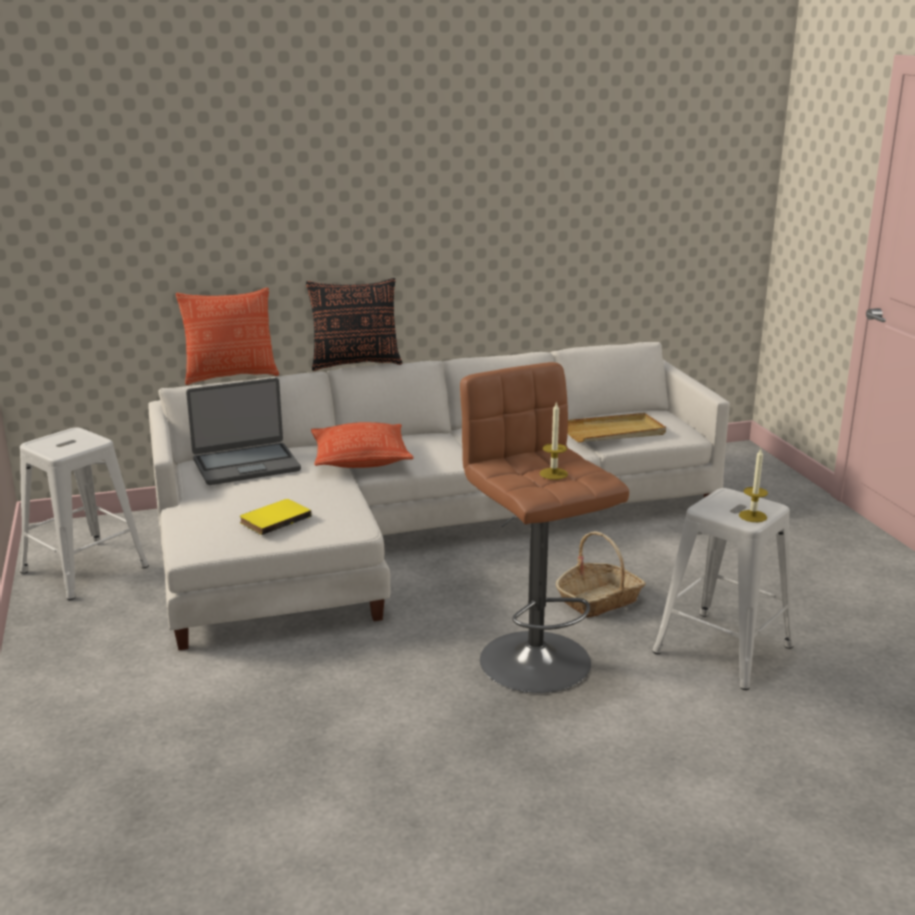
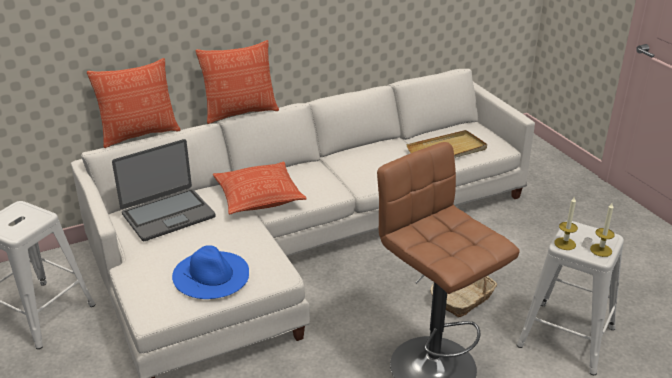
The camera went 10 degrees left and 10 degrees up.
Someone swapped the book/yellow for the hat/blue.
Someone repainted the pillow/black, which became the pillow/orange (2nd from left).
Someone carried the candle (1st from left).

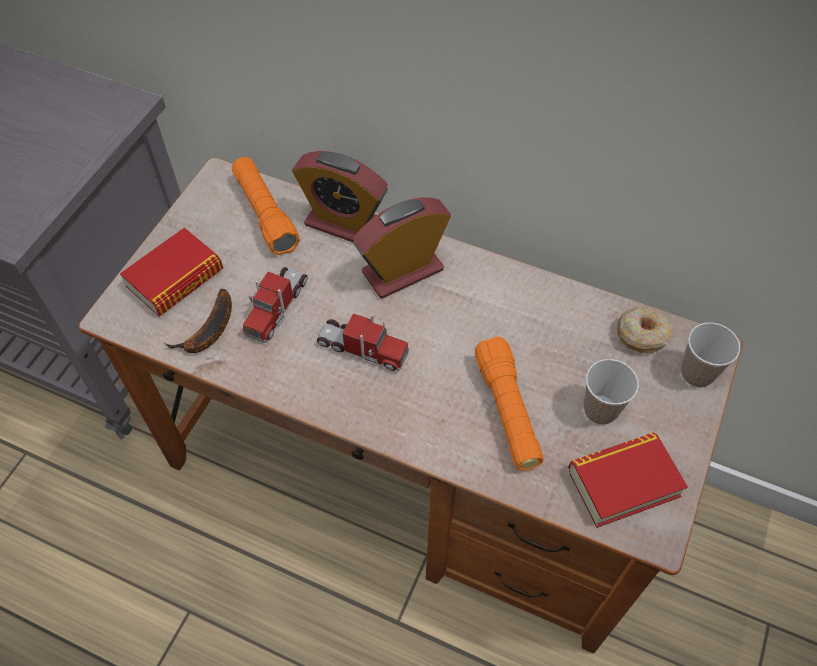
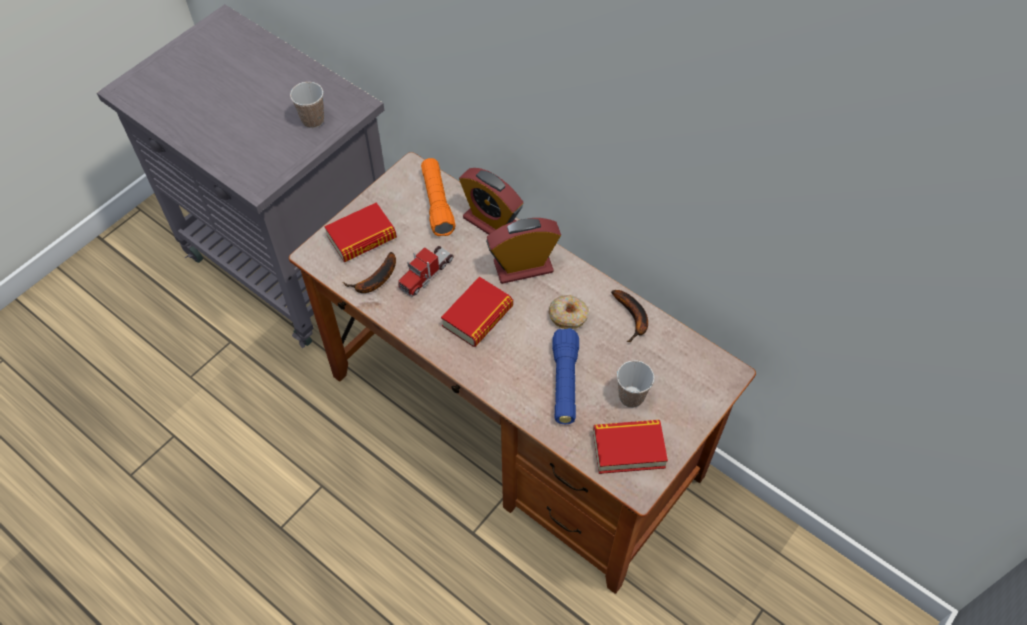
The camera went 15 degrees right and 0 degrees up.
Someone carried the cup (2nd from left in the first image).
Someone swapped the toy truck (2nd from left) for the book (2nd from left).
Someone carried the donut.
Someone repainted the flashlight/orange (2nd from left), which became the flashlight/blue.
Someone put down the banana (2nd from left).

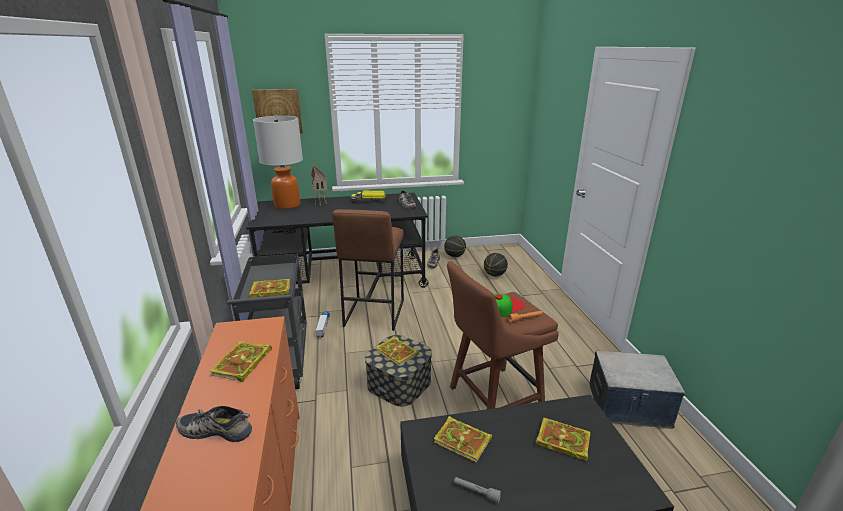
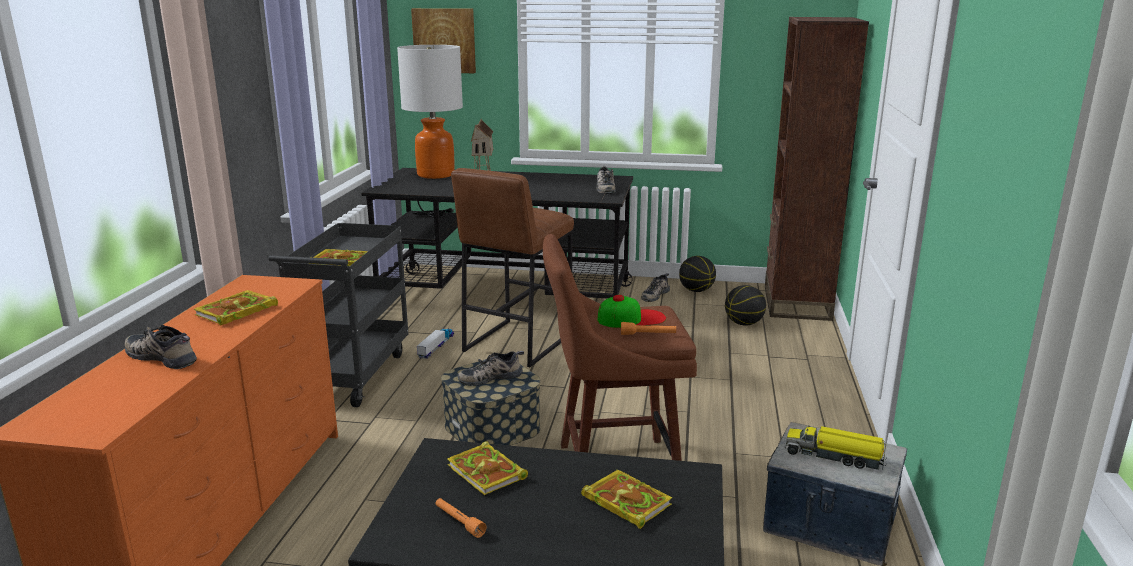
The camera went 20 degrees right and 5 degrees down.
Someone repainted the flashlight/grey, which became the flashlight/orange (1st from left).
Someone swapped the book (3rd from left) for the shoe (2nd from left).
Someone put down the bookcase/brown.
Someone carried the toy truck (2nd from left).

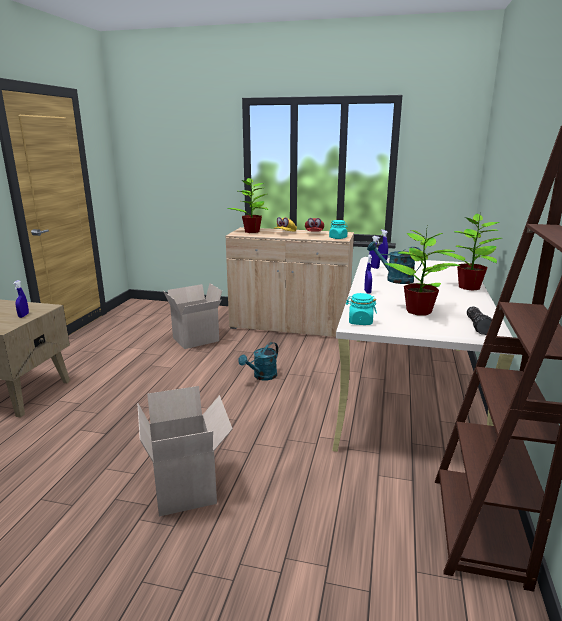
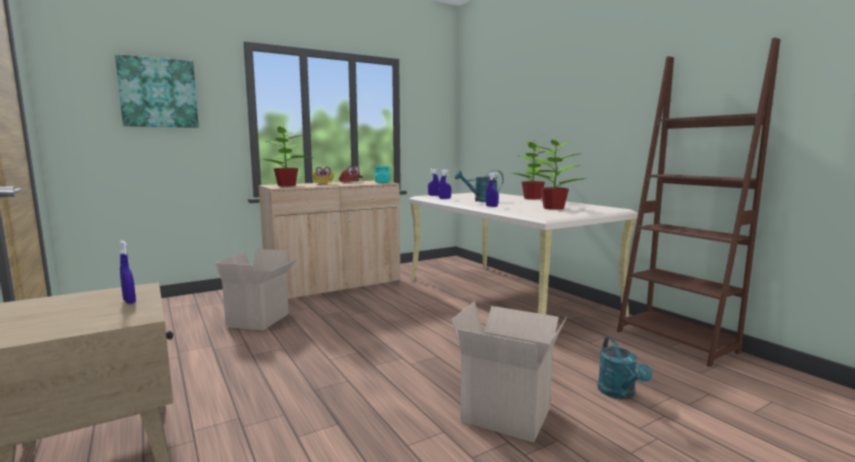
The camera went 45 degrees left and 10 degrees down.
Someone put up the picture.
Someone carried the watering can/turquoise (1st from left in the first image).
Someone took away the jar/turquoise (2nd from left).
Someone took away the flashlight.

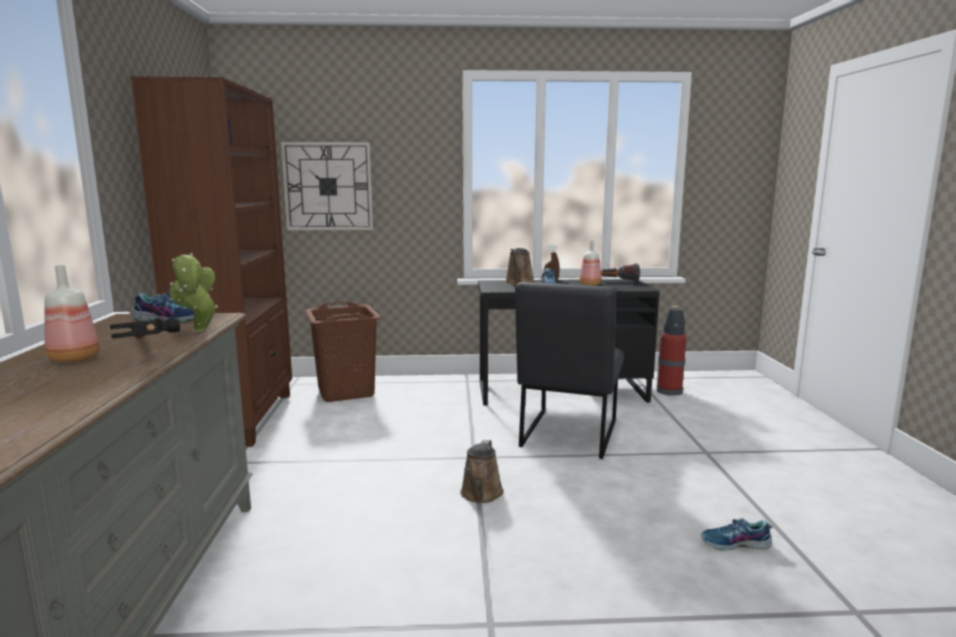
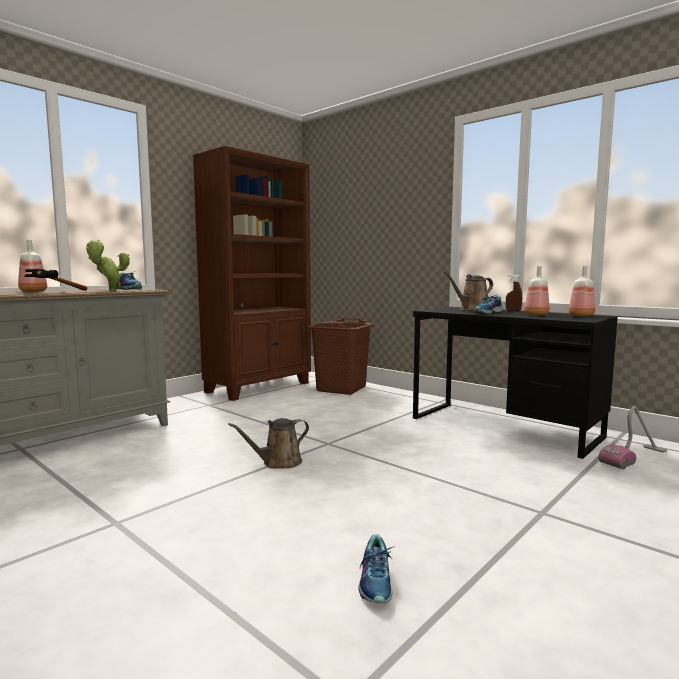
The camera went 45 degrees right and 5 degrees down.
Someone rotated the shoe (3rd from left in the first image) by 135 degrees counterclockwise.
Someone swapped the flashlight for the bottle (3rd from left).
Someone swapped the fire extinguisher for the vacuum cleaner.
Someone took away the wall clock.
Someone took away the chair/grey.

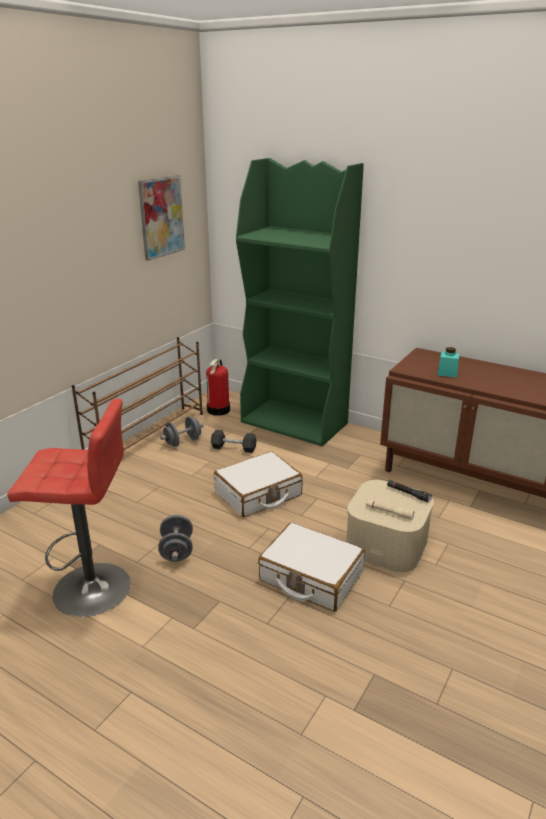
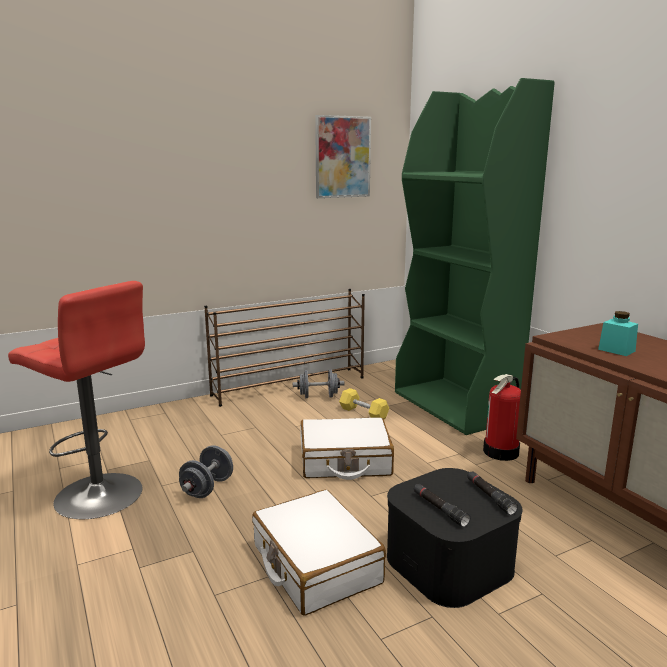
The camera went 30 degrees right and 10 degrees down.
Someone repainted the dumbbell/grey (3rd from left), which became the dumbbell/yellow.
Someone repainted the storage box/beige, which became the storage box/black.
Someone repainted the flashlight/beige, which became the flashlight/black (1st from left).
Someone carried the fire extinguisher.

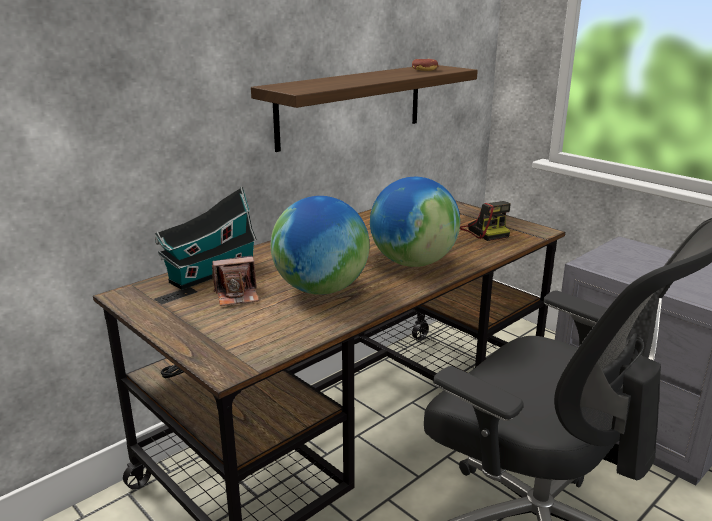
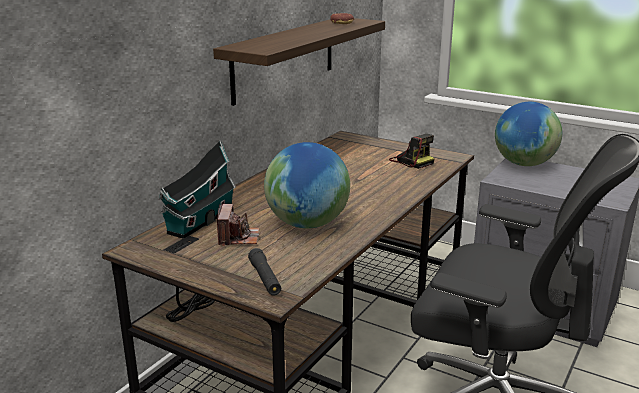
The camera went 15 degrees left and 0 degrees up.
Someone rotated the photo camera (1st from left) by 60 degrees counterclockwise.
Someone put down the flashlight/black.
Someone carried the globe (2nd from left).

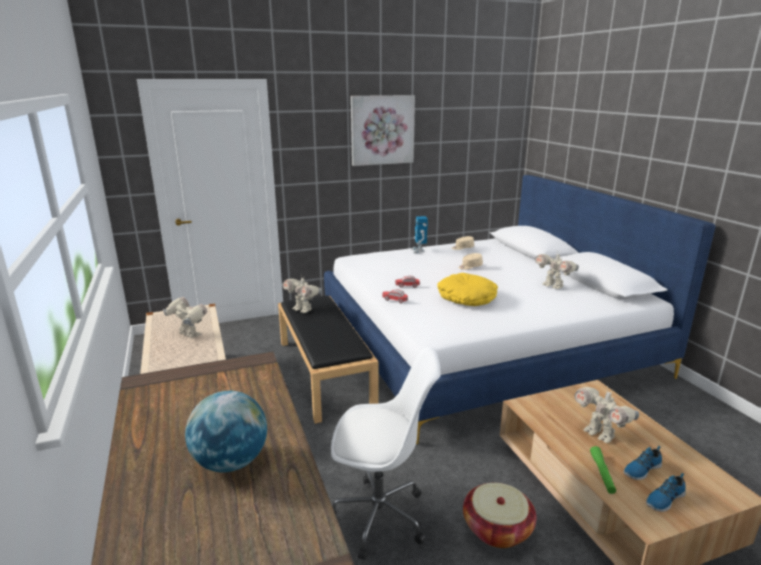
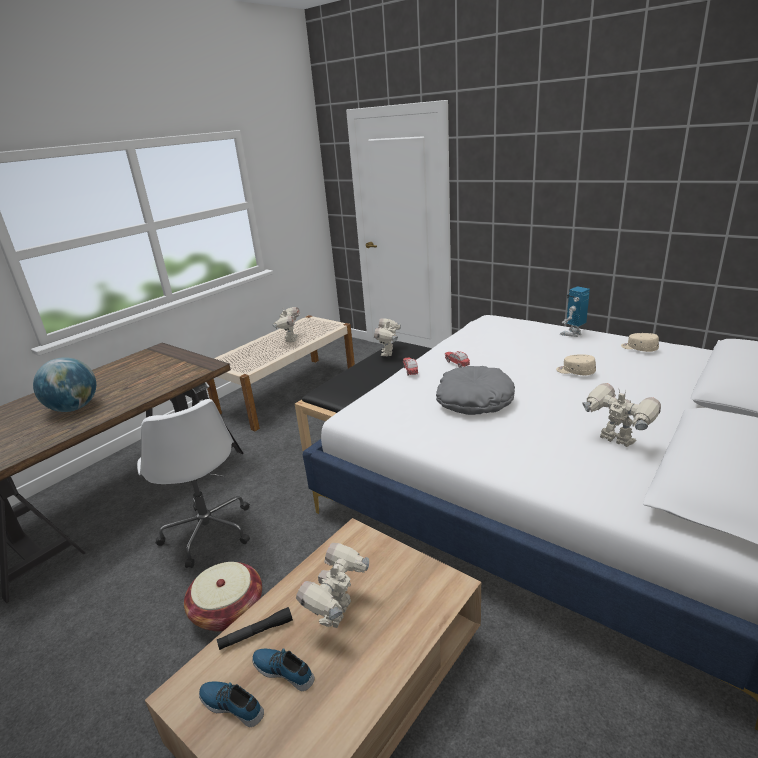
The camera went 60 degrees right and 5 degrees up.
Someone repainted the flashlight/green, which became the flashlight/black.
Someone repainted the pillow/yellow, which became the pillow/grey.
Someone rotated the toy robot (4th from left in the first image) by 120 degrees clockwise.
Someone took away the picture.

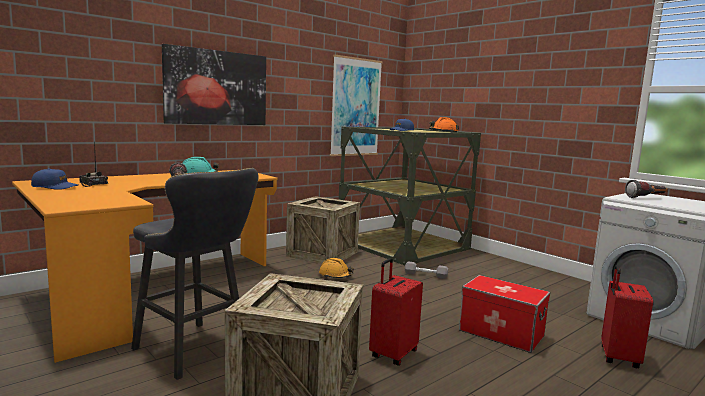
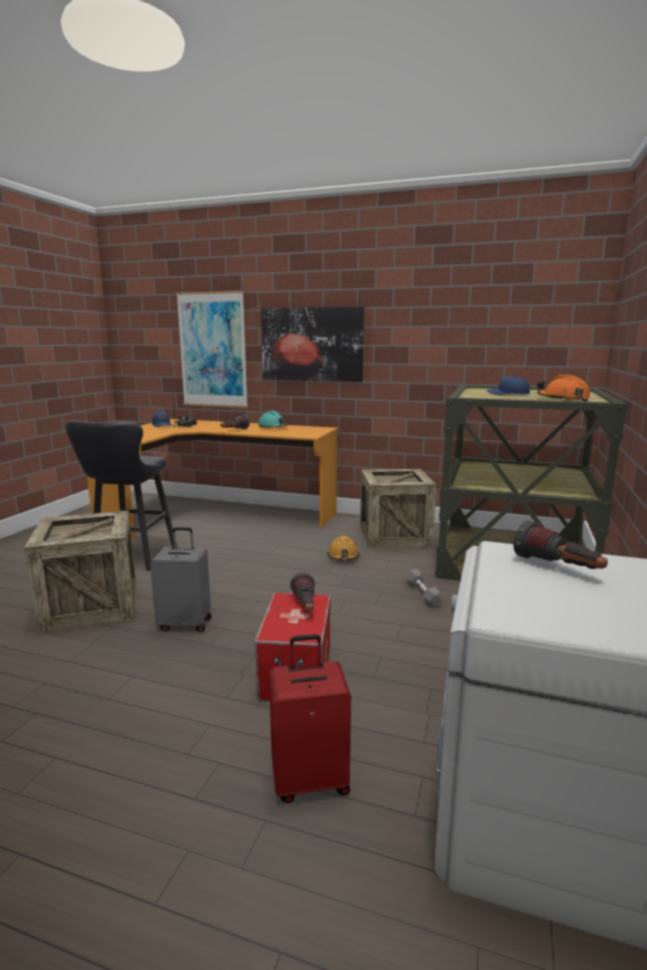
The camera went 60 degrees right and 5 degrees up.
Someone repainted the suitcase/red (1st from left), which became the suitcase/grey.
Someone carried the picture (2nd from left in the first image).
Someone put down the flashlight (2nd from left).

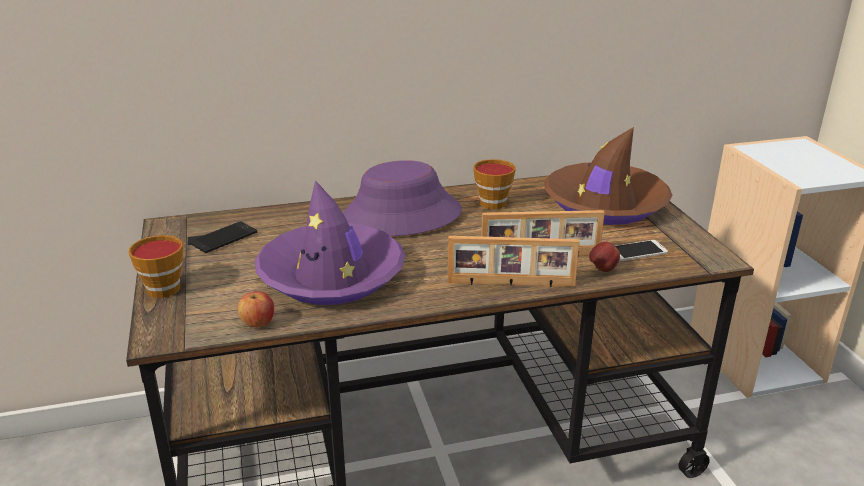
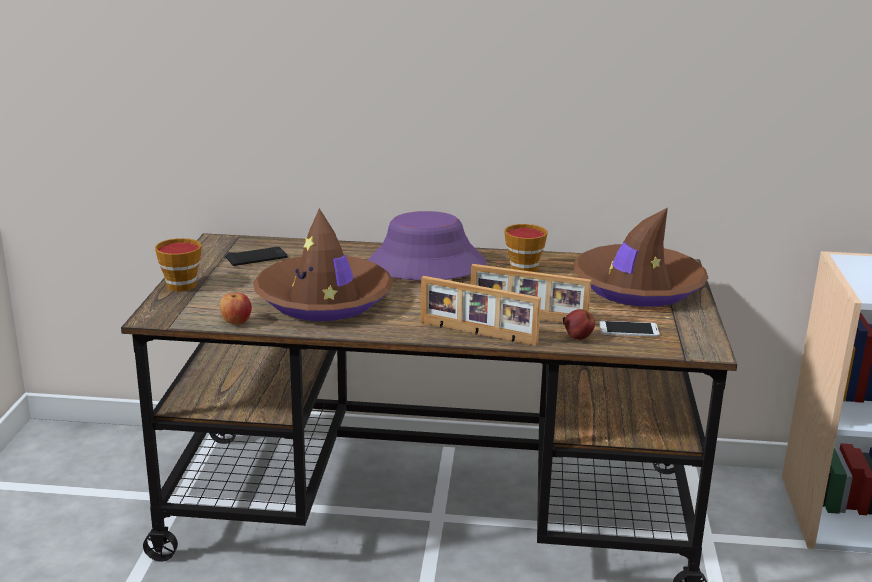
The camera went 20 degrees right and 5 degrees down.
Someone repainted the hat/purple (1st from left), which became the hat/brown (1st from left).

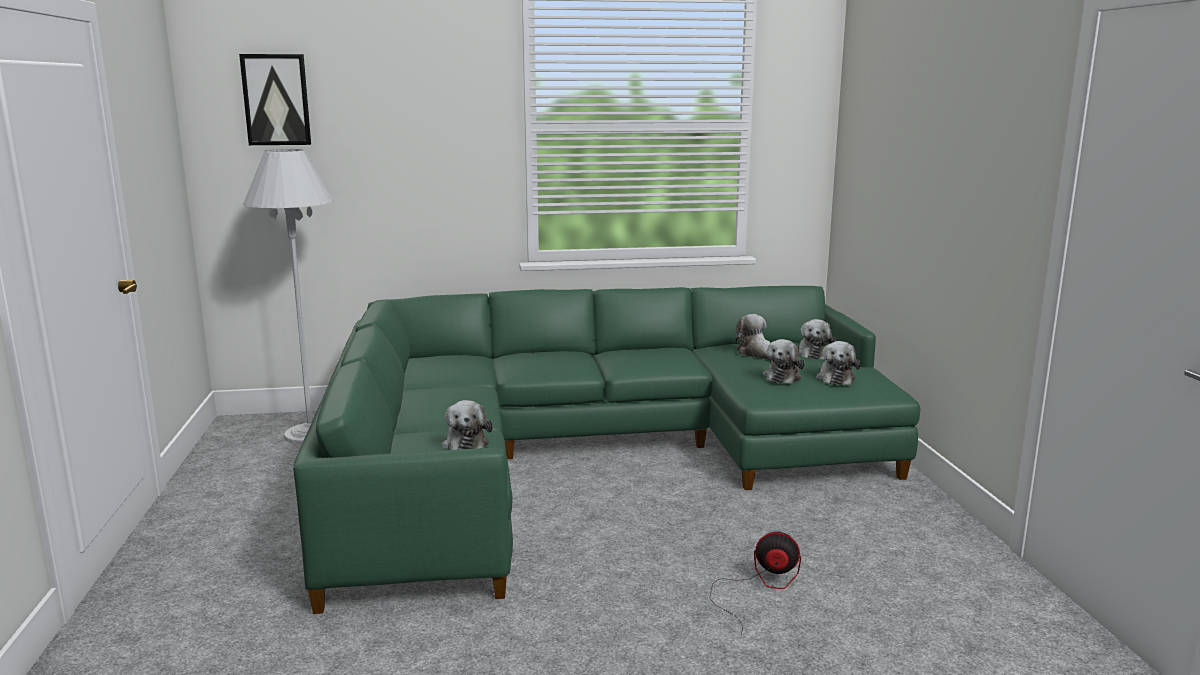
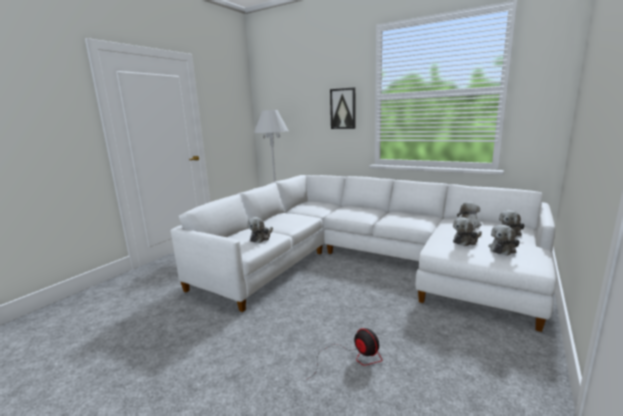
The camera went 40 degrees right and 0 degrees up.
Someone repainted the sofa/green, which became the sofa/white.
Someone carried the picture.

